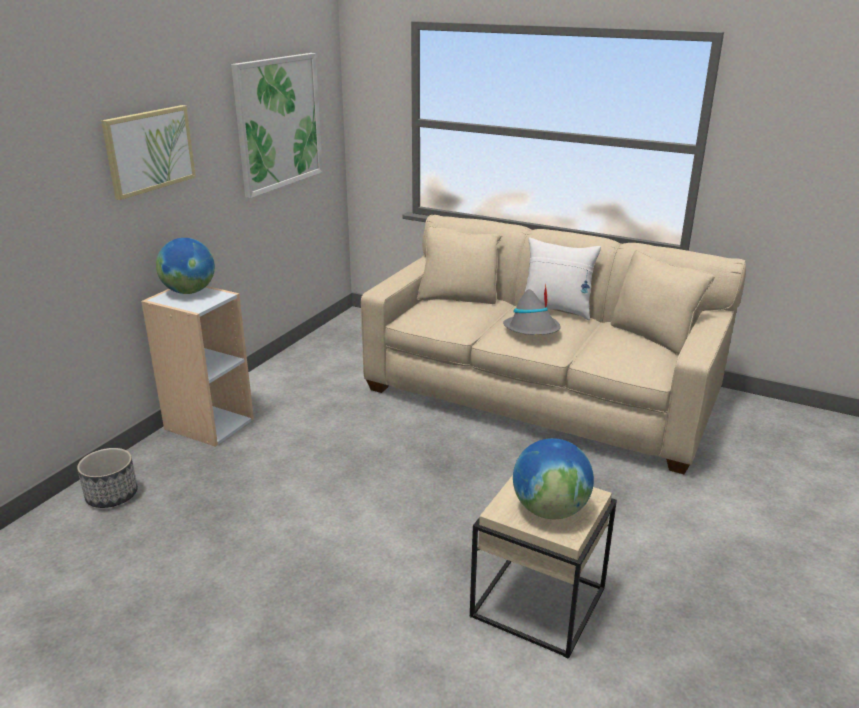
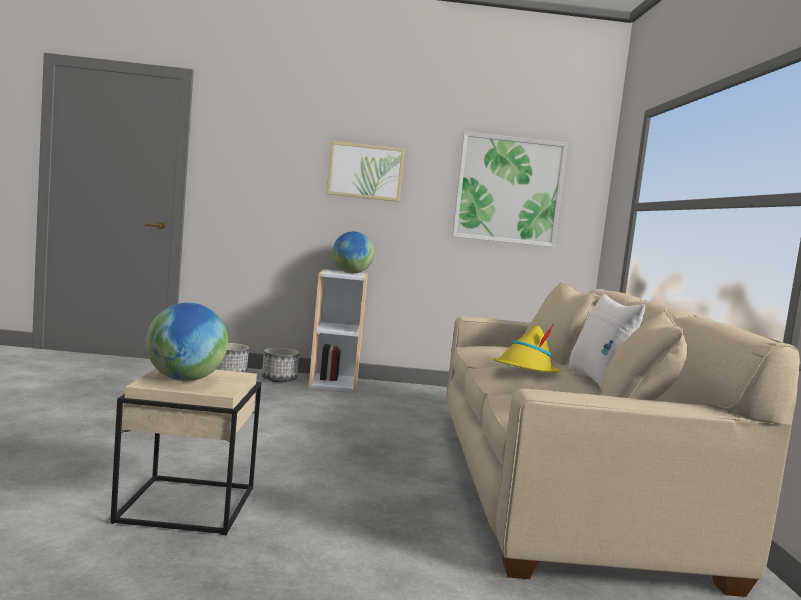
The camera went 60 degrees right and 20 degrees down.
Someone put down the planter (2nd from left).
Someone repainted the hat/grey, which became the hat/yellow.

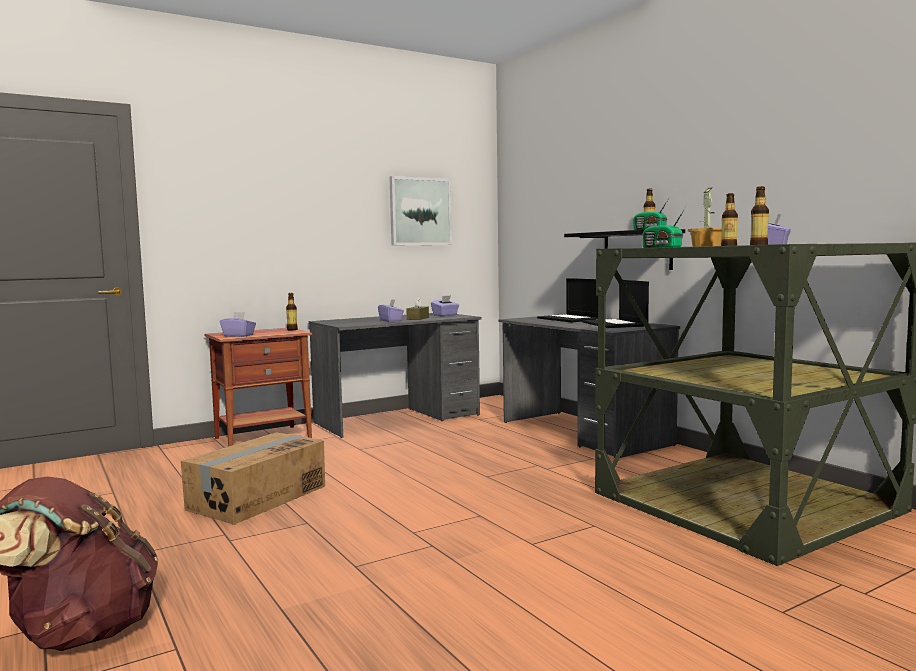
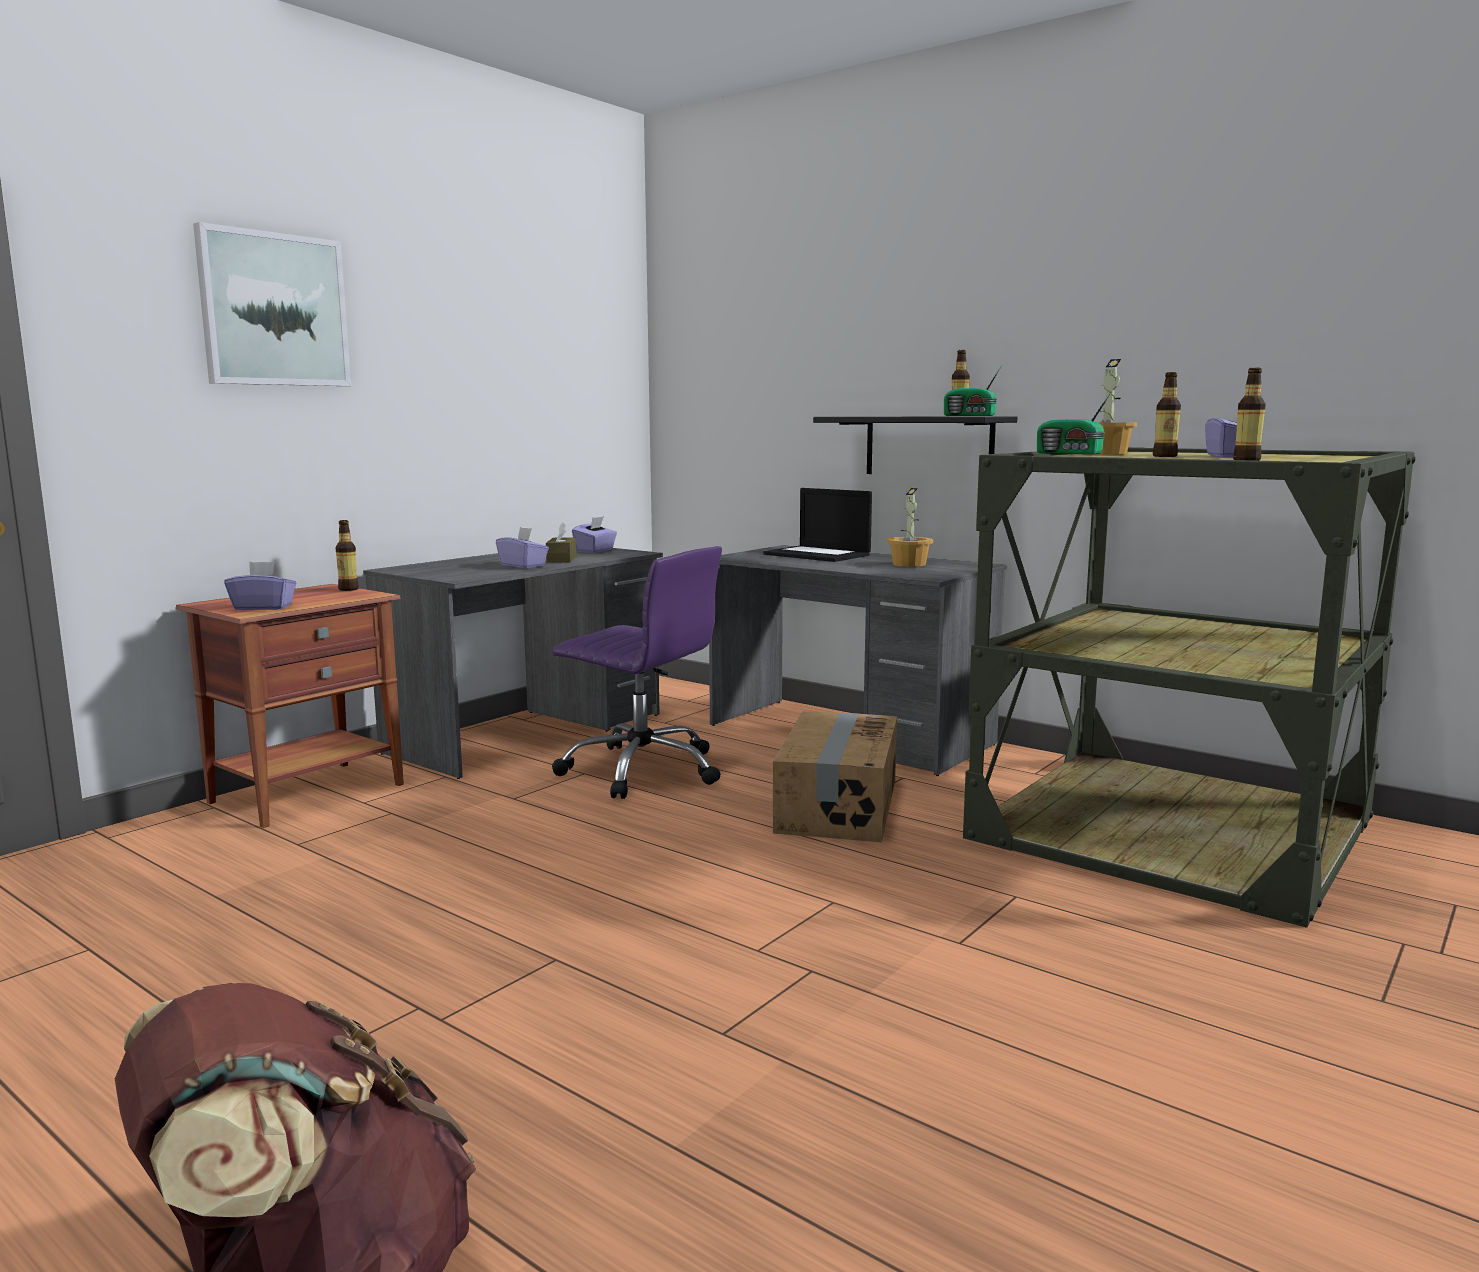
The camera went 20 degrees left and 5 degrees up.
Someone carried the picture.
Someone put down the office chair/purple.
Someone carried the cardboard box.
Someone swapped the laptop (2nd from left) for the potted plant (1st from left).

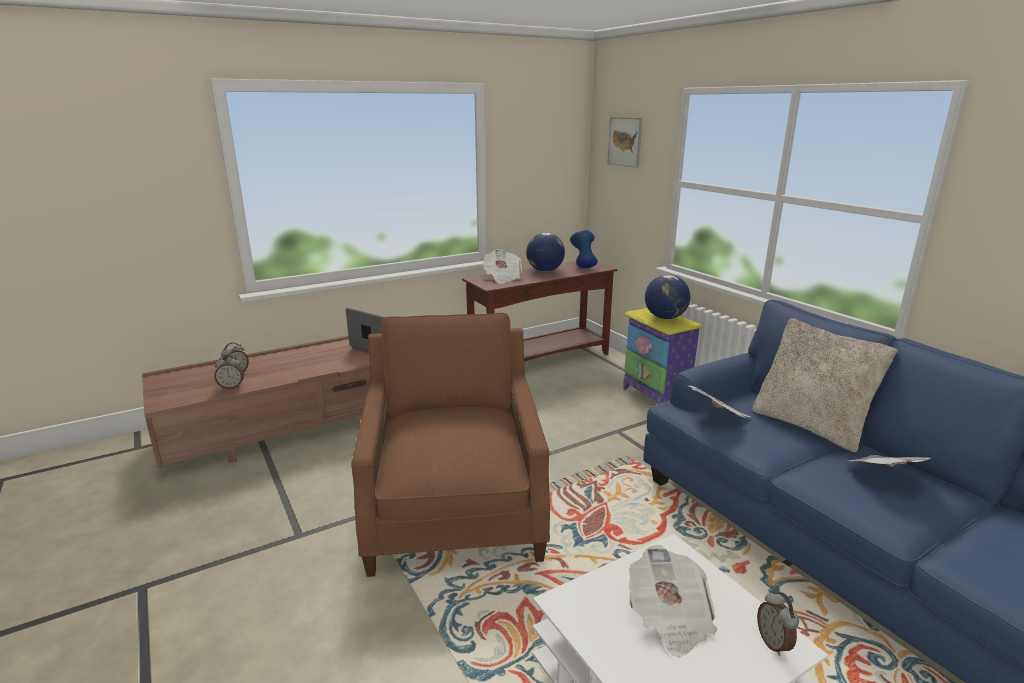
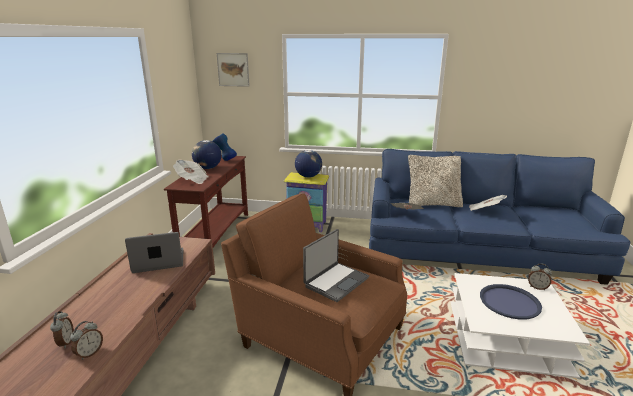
The camera went 50 degrees left and 0 degrees up.
Someone put down the laptop (2nd from left).
Someone swapped the newspaper (2nd from left) for the tray/blue.

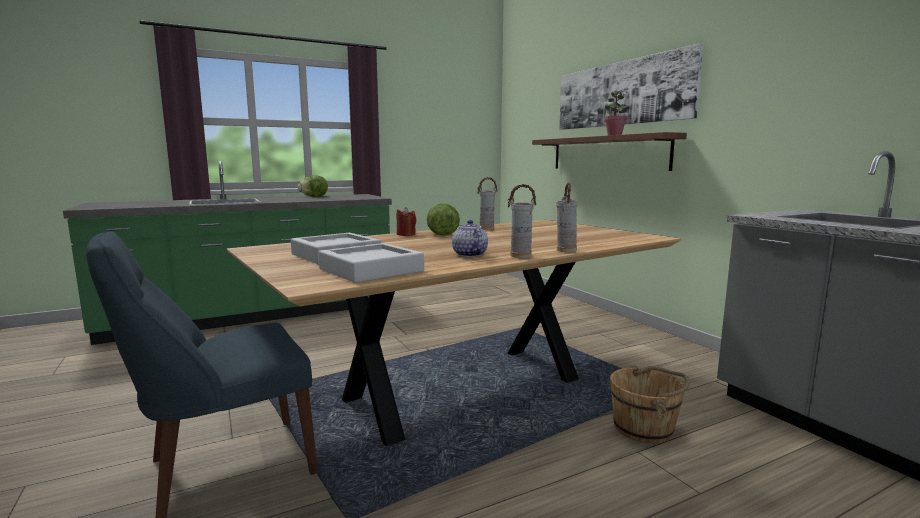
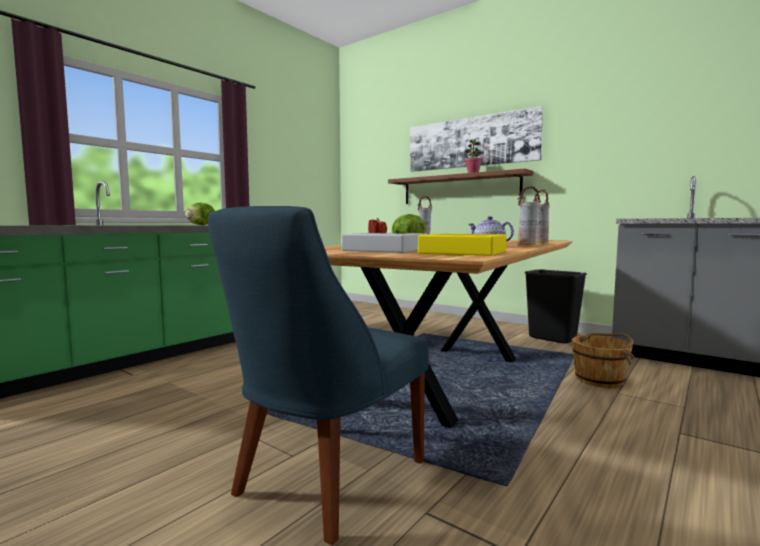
The camera went 25 degrees left and 5 degrees down.
Someone repainted the tray/grey (2nd from left), which became the tray/yellow.
Someone put down the trash can/black.

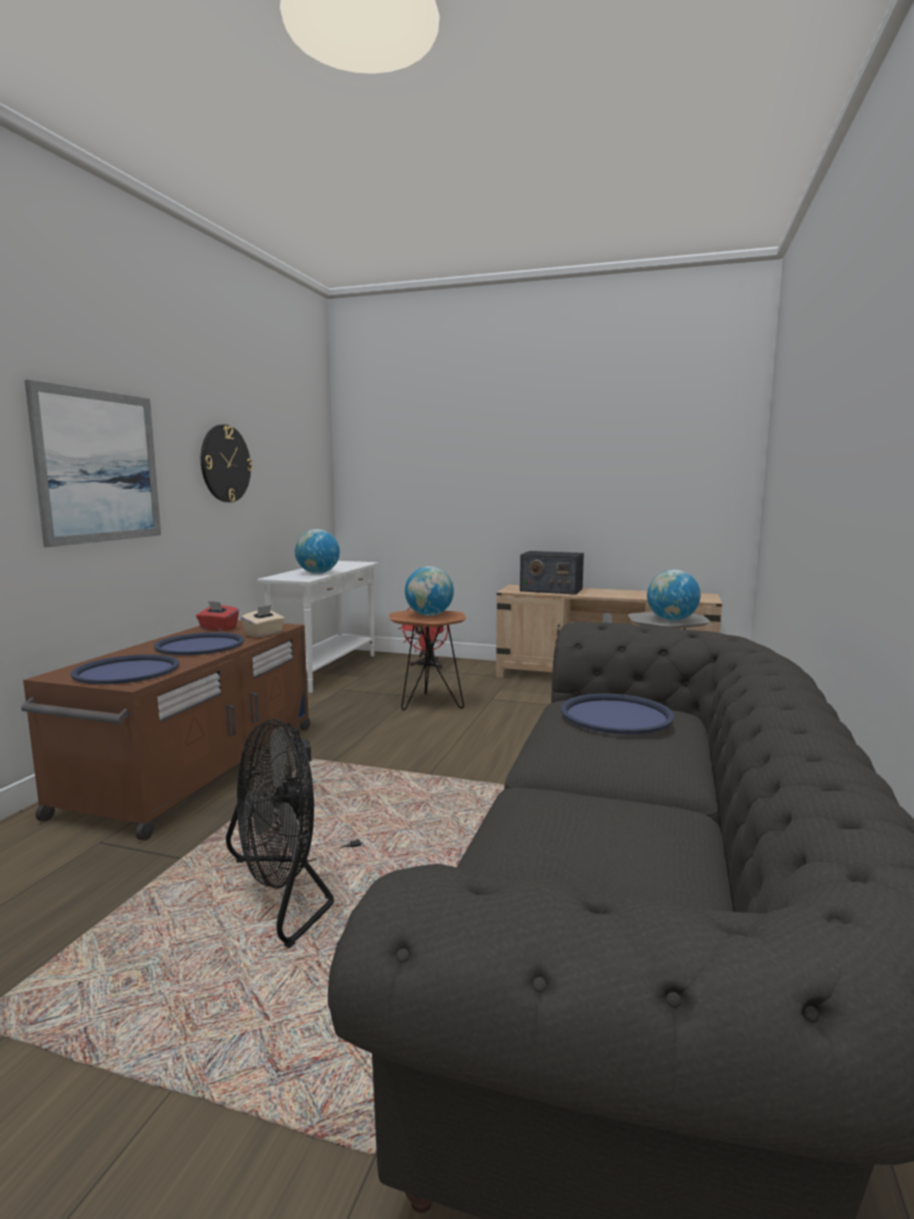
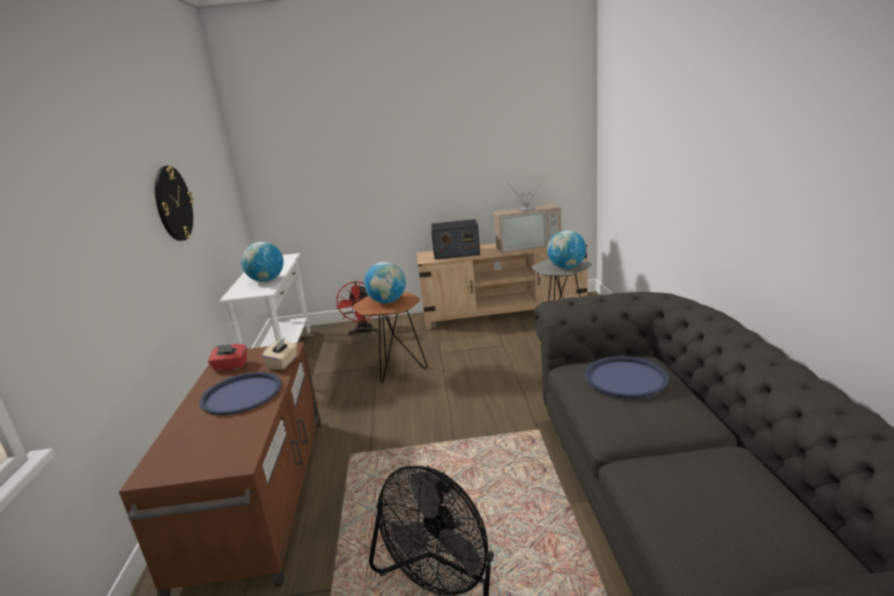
The camera went 20 degrees left and 10 degrees up.
Someone put down the television.
Someone took away the picture.
Someone took away the tray/blue (1st from left).

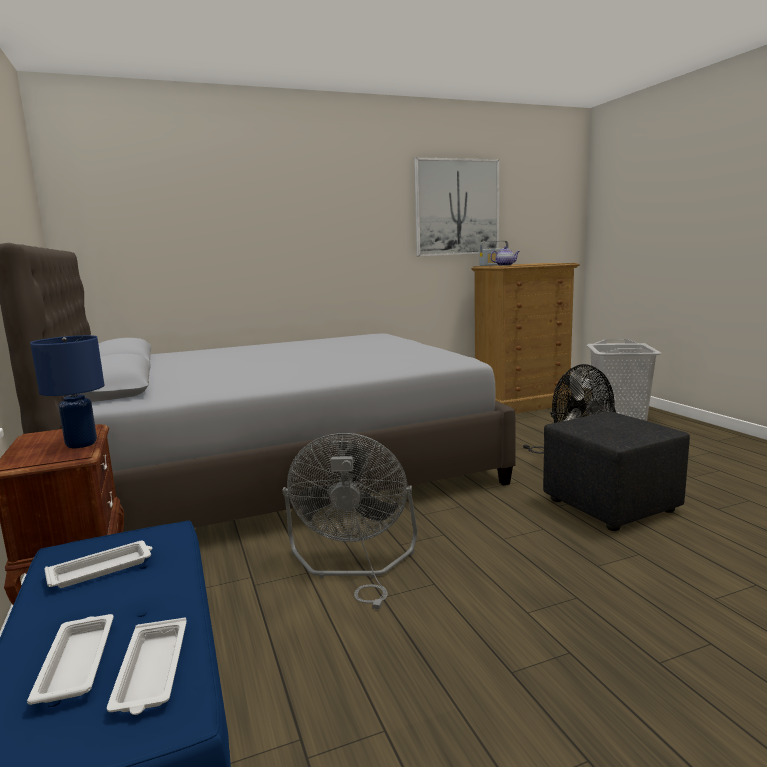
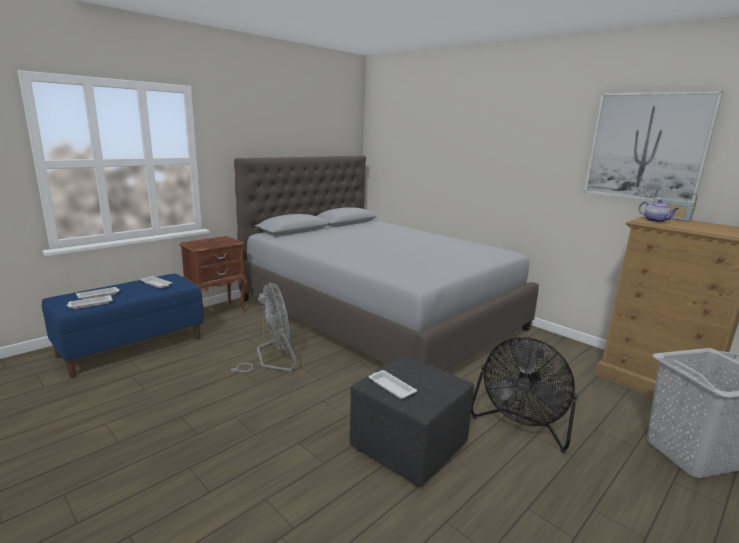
The camera went 65 degrees right and 5 degrees up.
Someone put down the tray/white (4th from left).
Someone took away the table lamp/blue.

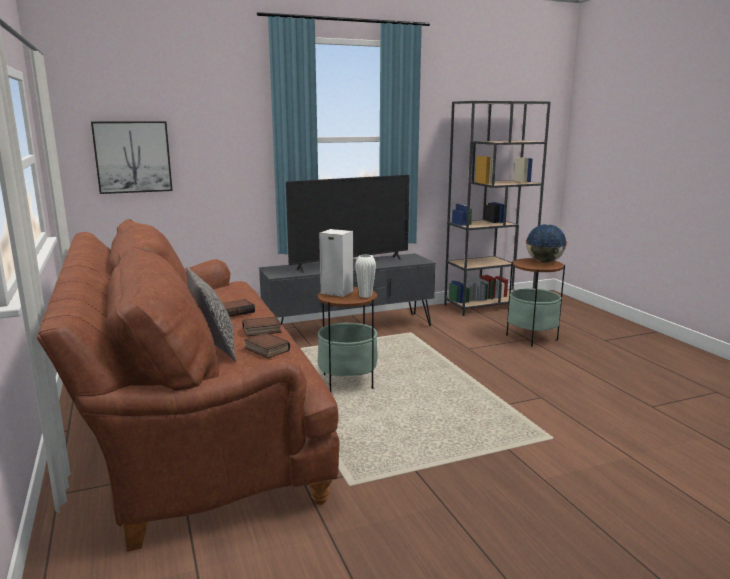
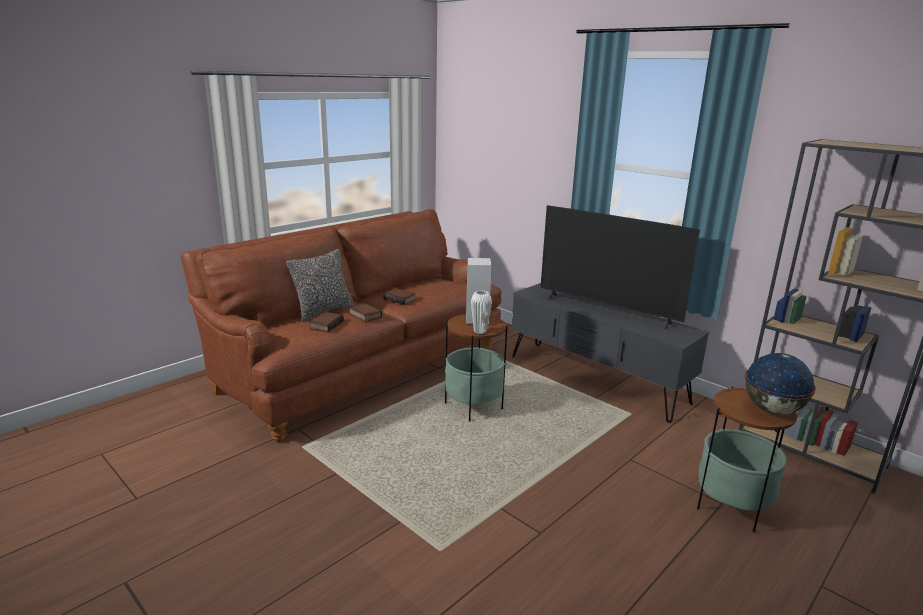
The camera went 65 degrees right and 5 degrees up.
Someone took away the picture.

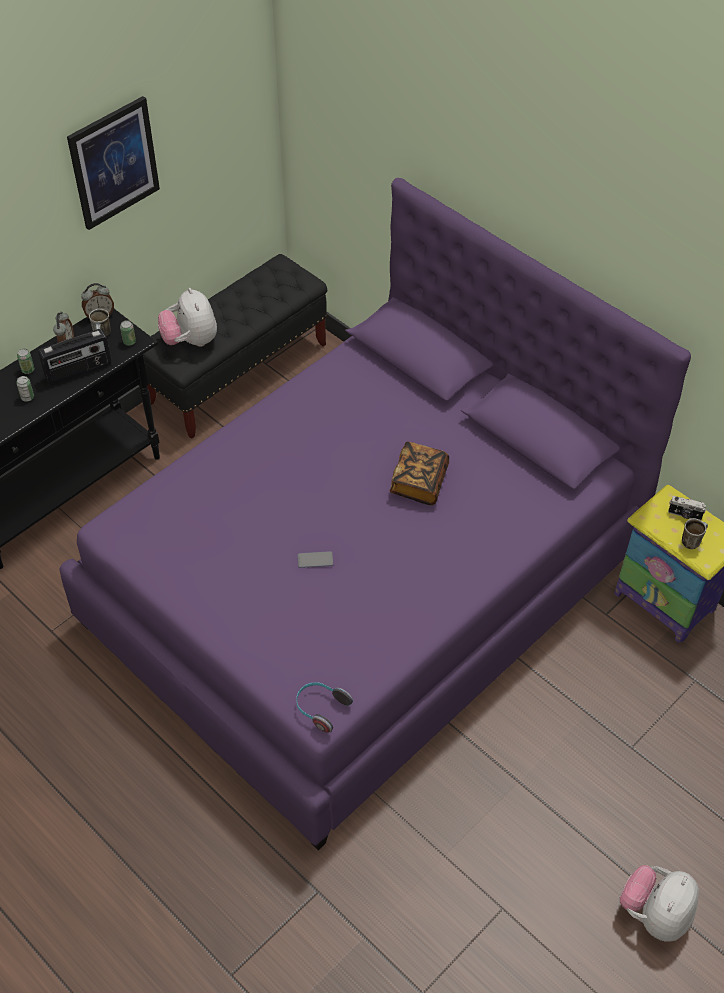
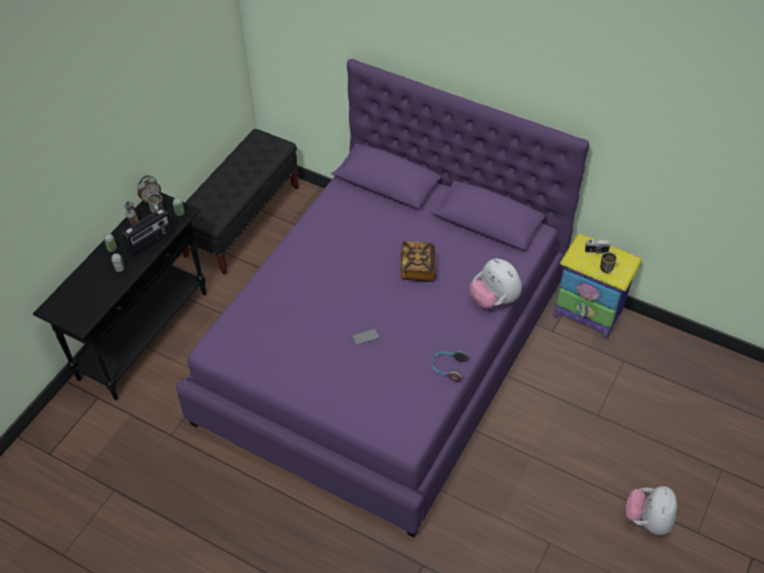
The camera went 15 degrees left and 0 degrees up.
Someone carried the headphones.
Someone carried the plush toy (1st from left).
Someone took away the picture.

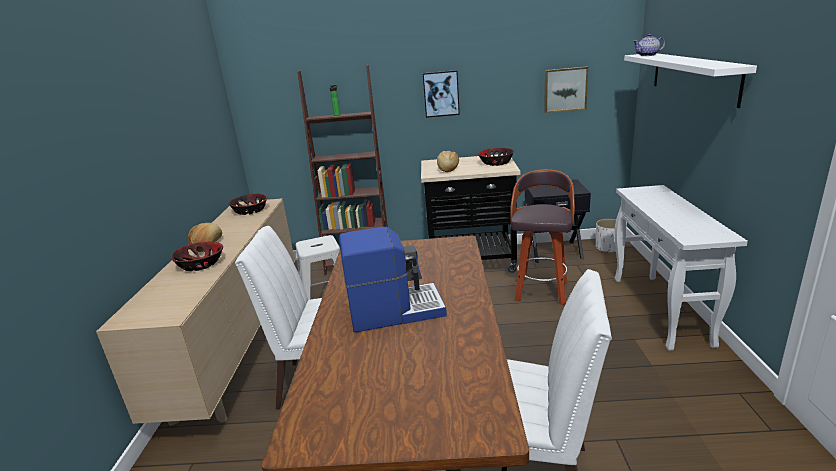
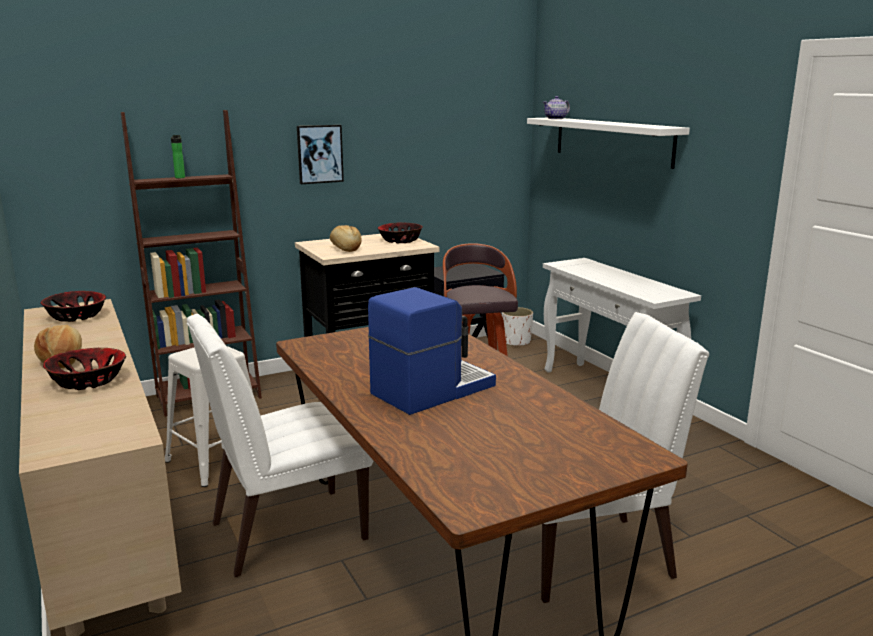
The camera went 30 degrees left and 5 degrees down.
Someone took away the picture (2nd from left).

